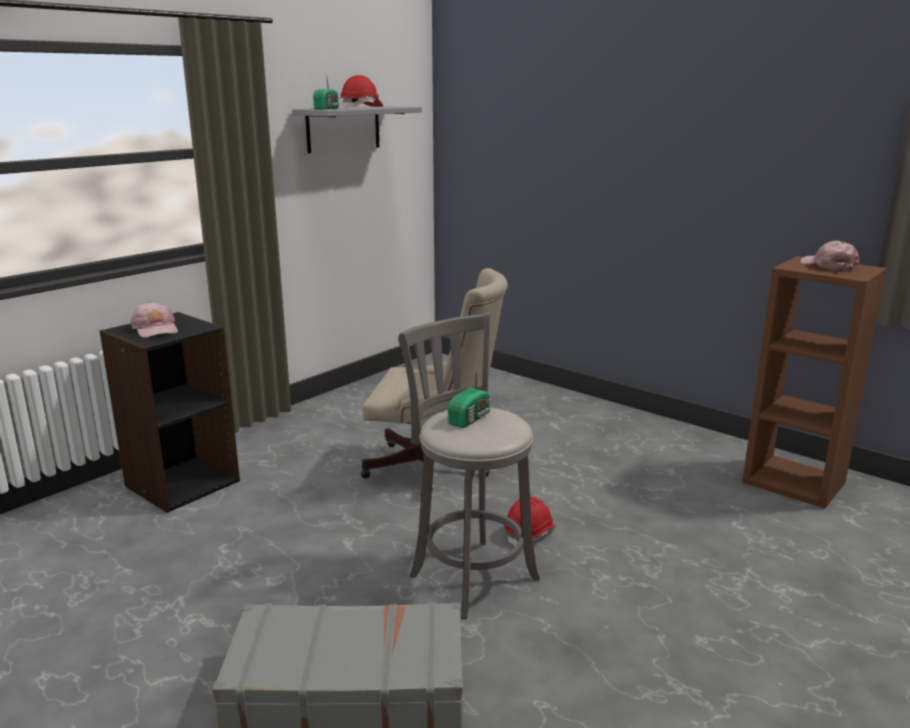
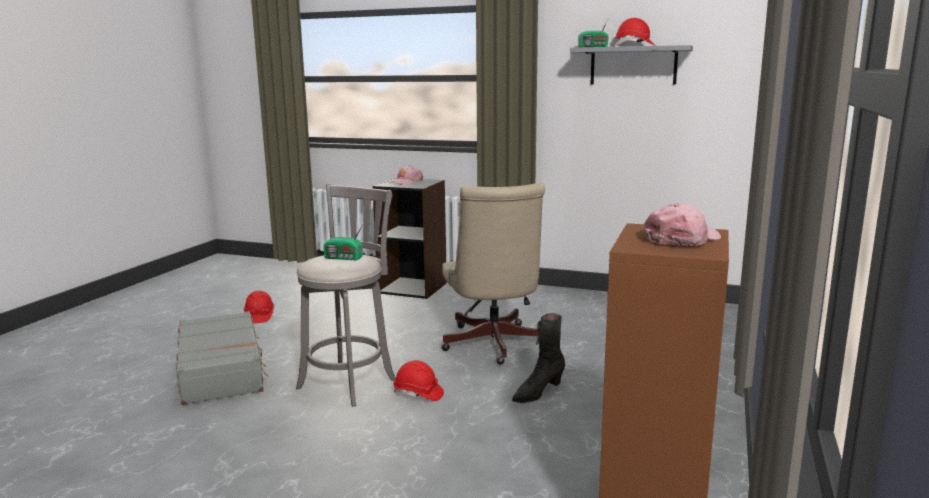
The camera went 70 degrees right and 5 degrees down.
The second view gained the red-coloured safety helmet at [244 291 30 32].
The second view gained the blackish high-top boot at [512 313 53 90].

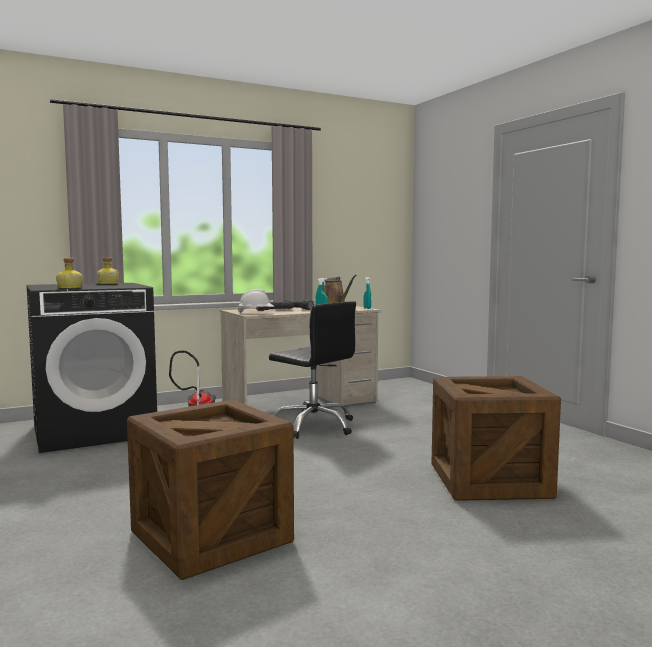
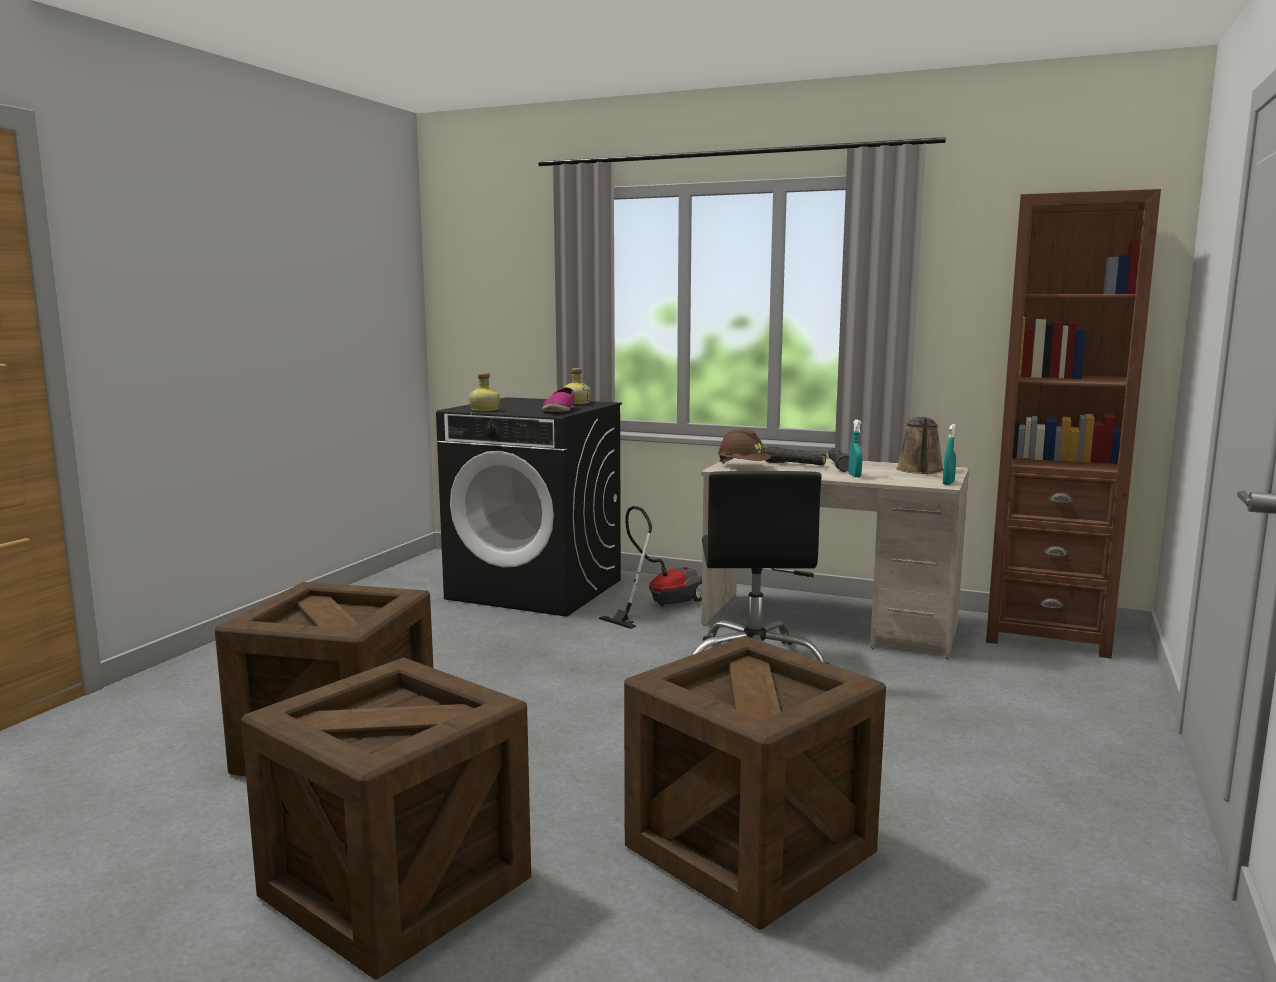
The camera went 50 degrees right and 5 degrees up.
The second view gained the packing crate at [241 657 290 323].
The second view gained the item of footwear at [542 387 32 25].
What was the whitish safety helmet at [238 289 36 24] turned into the brown safety helmet at [718 429 53 35].
The second view gained the brown bookshelf at [986 189 175 469].

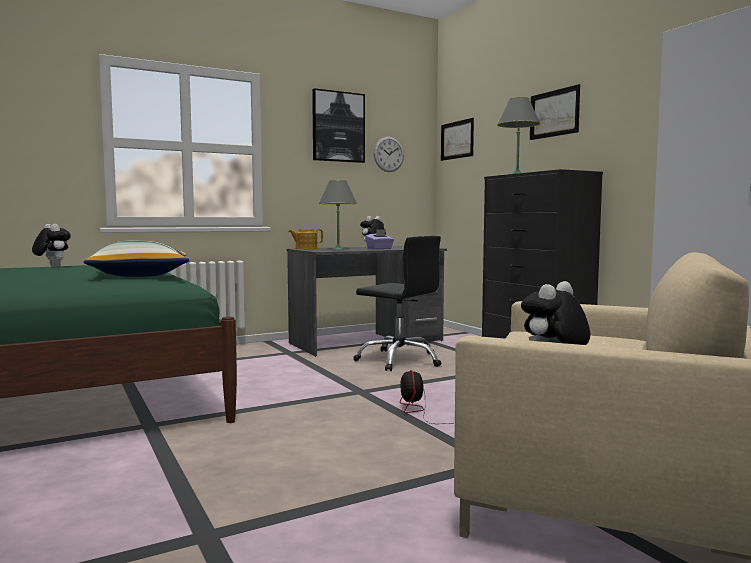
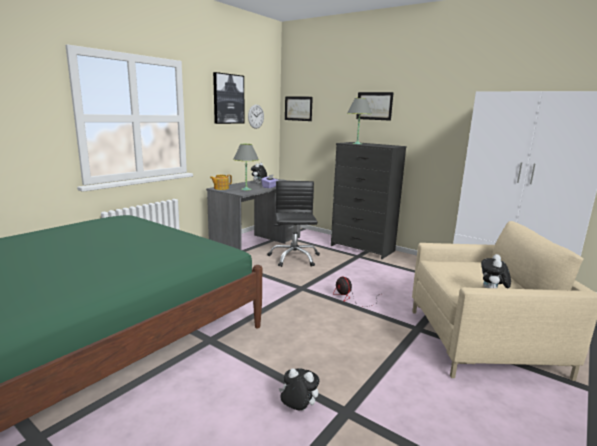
The camera went 25 degrees left and 10 degrees up.
The blackish office chair at [353 236 88 135] ended up facing another way, 105 degrees counterclockwise from before.
The soft toy ended up elsewhere, having gone from [32 224 39 43] to [279 368 41 43].
The second view lost the throw pillow at [83 241 106 36].

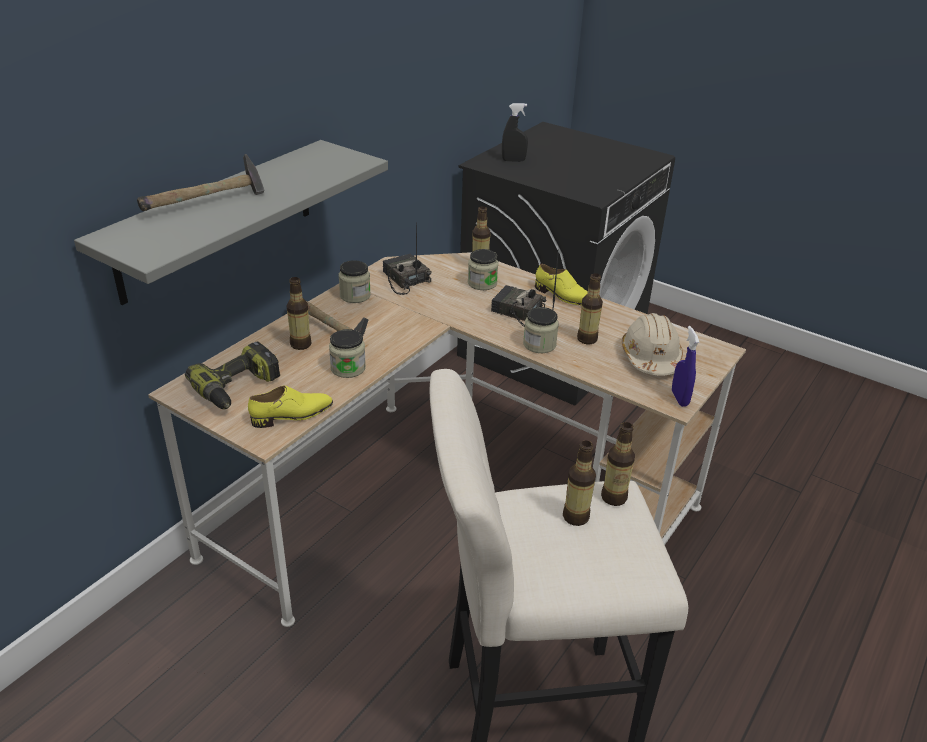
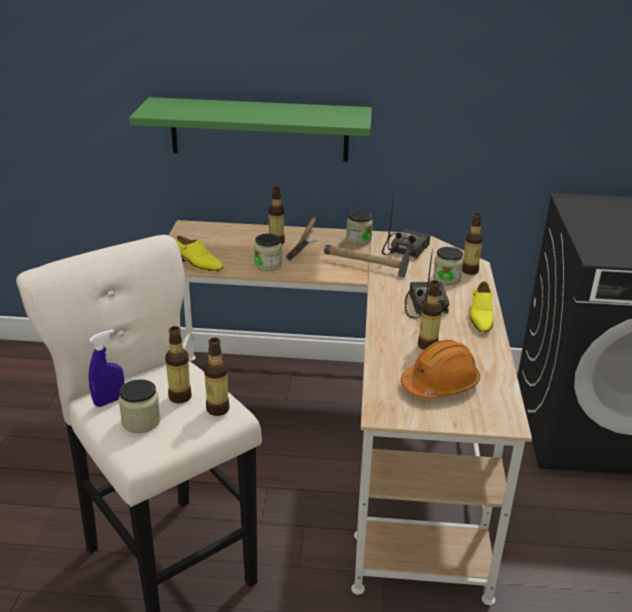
The camera went 60 degrees right and 5 degrees down.
The bluish hand sprayer ended up elsewhere, having gone from [672 326 27 81] to [89 329 36 78].
The preserve jar ended up elsewhere, having gone from [523 307 36 46] to [119 379 41 54].
What was the grey bracket shelf at [74 140 314 165] turned into the green-coloured bracket shelf at [129 97 243 65].
The tool hammer ended up elsewhere, having gone from [137 154 128 57] to [324 245 85 33].
What was the beige safety helmet at [622 313 61 63] turned into the orange safety helmet at [401 340 79 58].
The second view lost the power drill at [185 341 95 68].
The second view lost the blackish hand sprayer at [502 103 26 59].

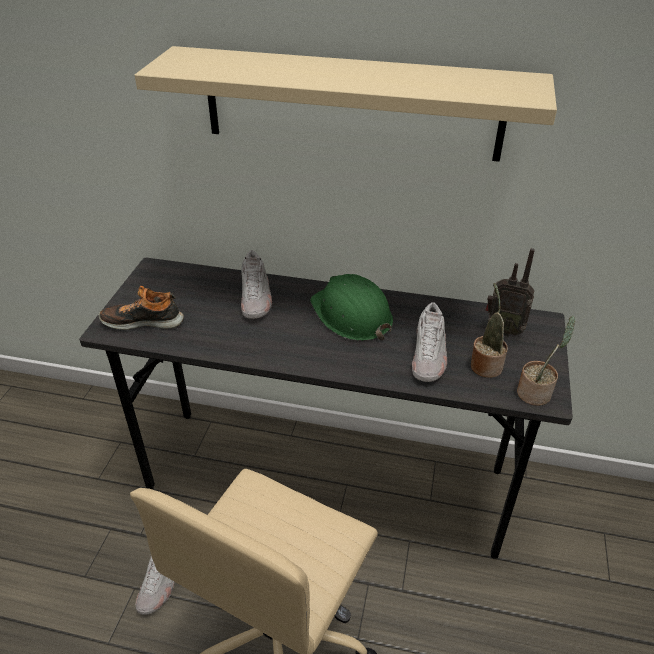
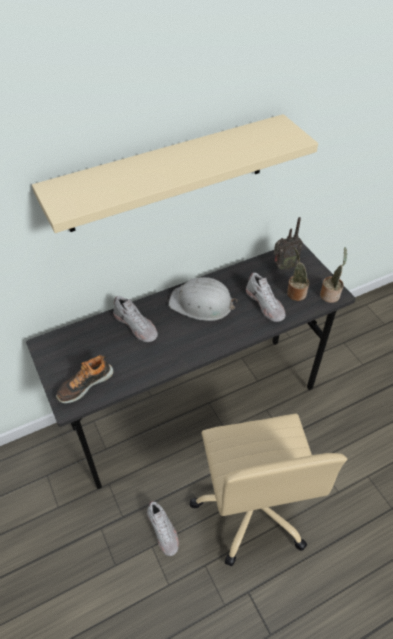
The camera went 40 degrees left and 10 degrees up.
What was the green-coloured safety helmet at [310 274 83 67] turned into the whitish safety helmet at [169 277 69 44].

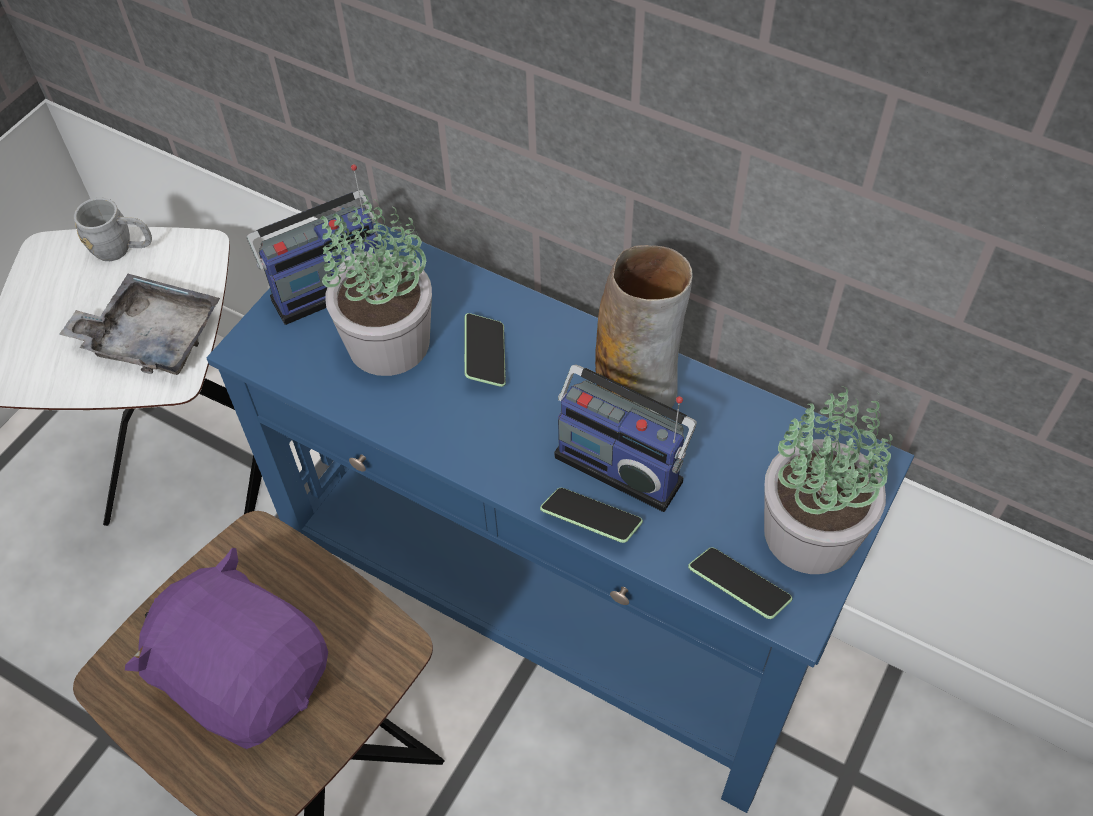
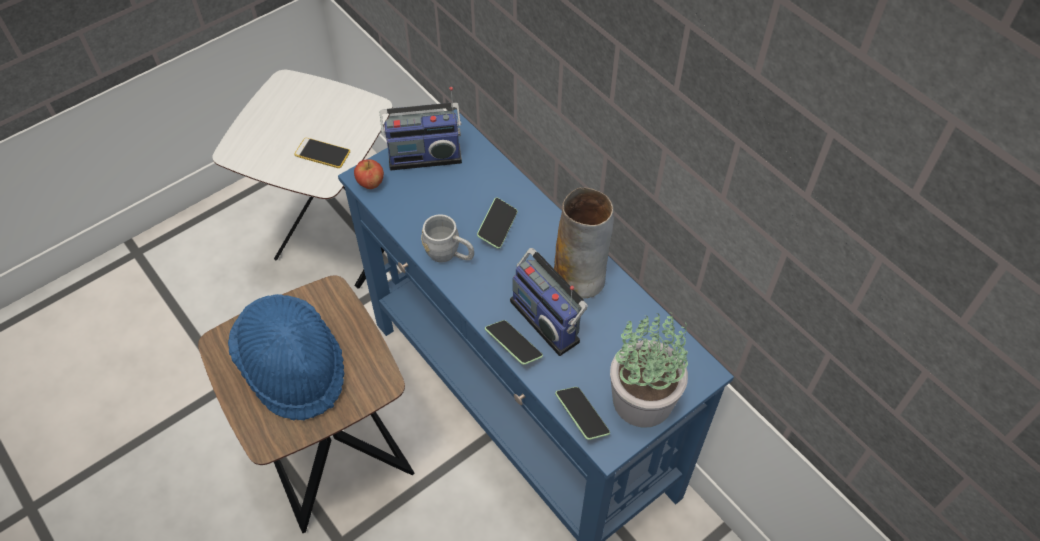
The camera went 20 degrees right and 0 degrees up.
Where the purplish soft toy stood at [125 548 203 201], the bluish wearable hat came to stand at [228 294 116 126].
Where the grey tray stood at [59 274 161 101], the phone came to stand at [294 138 56 30].
The second view gained the whole apple at [354 159 30 30].
The grey coffee mug ended up elsewhere, having gone from [74 198 78 63] to [421 214 53 48].
The second view lost the plant in a pot at [320 195 112 181].

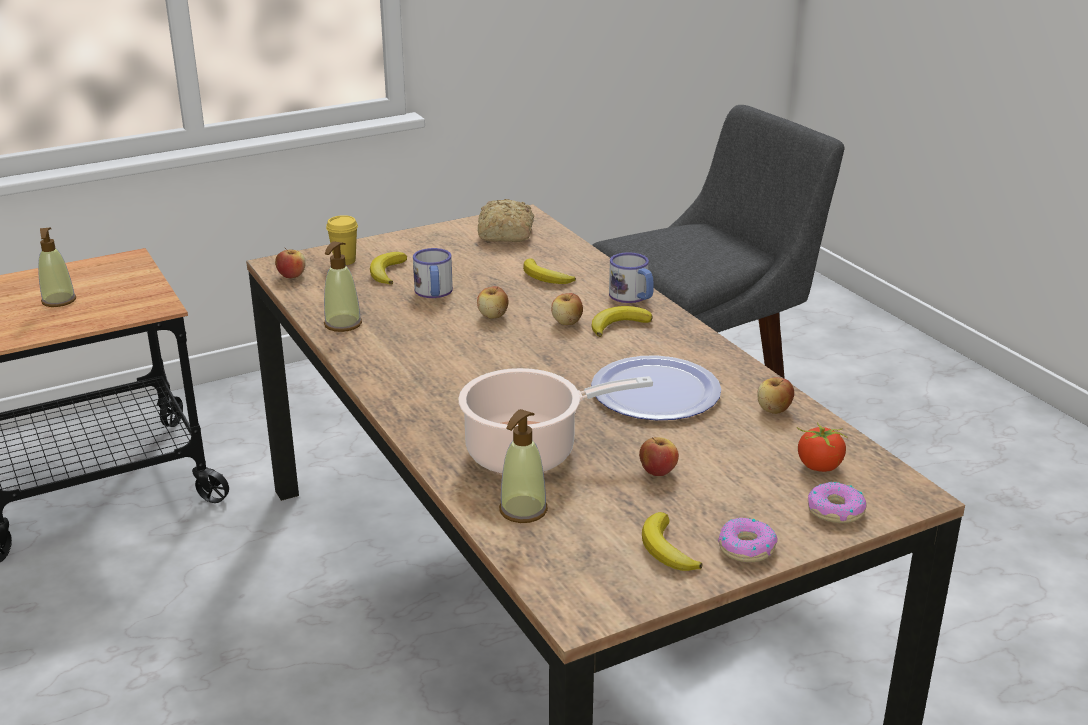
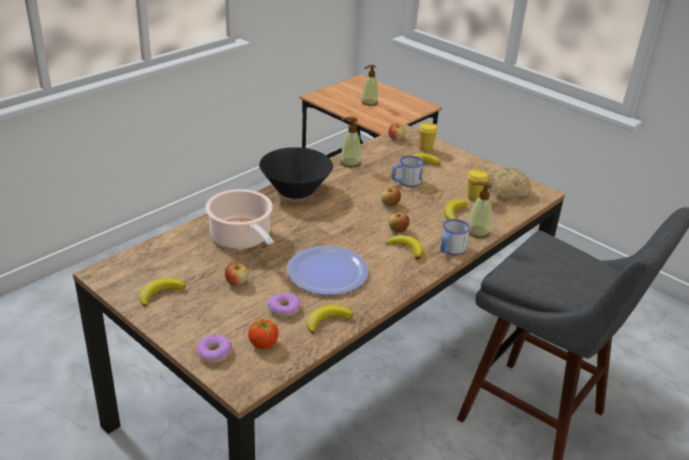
The camera went 70 degrees right and 5 degrees up.
The second view gained the blackish serving bowl at [259 147 74 52].
The donut ended up elsewhere, having gone from [718 518 59 44] to [267 293 33 24].
Where the whole apple stood at [757 377 37 37], the whole banana came to stand at [307 305 46 29].
The second view gained the yellow-coloured cup at [468 169 20 33].
The soap dispenser ended up elsewhere, having gone from [499 409 49 114] to [468 182 24 56].

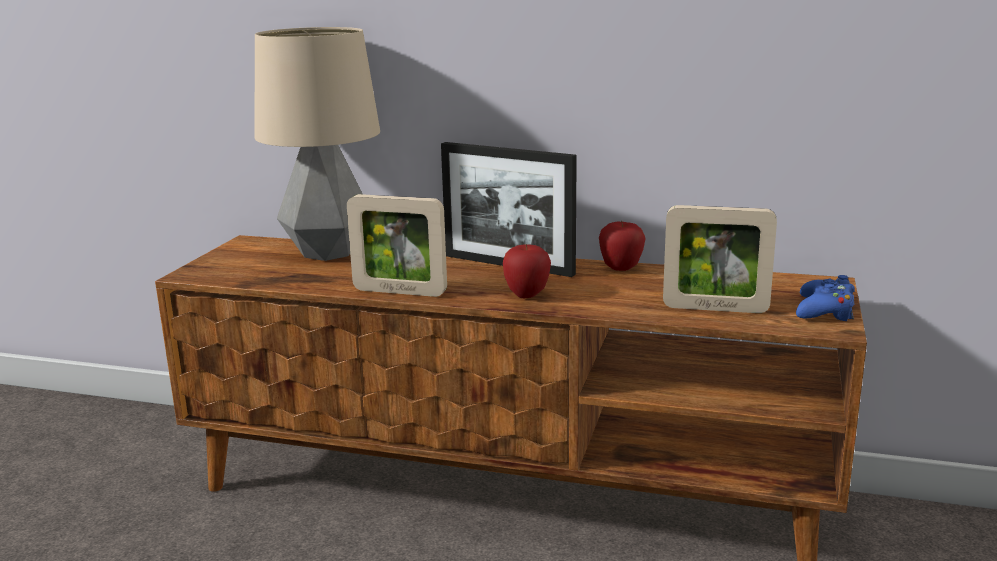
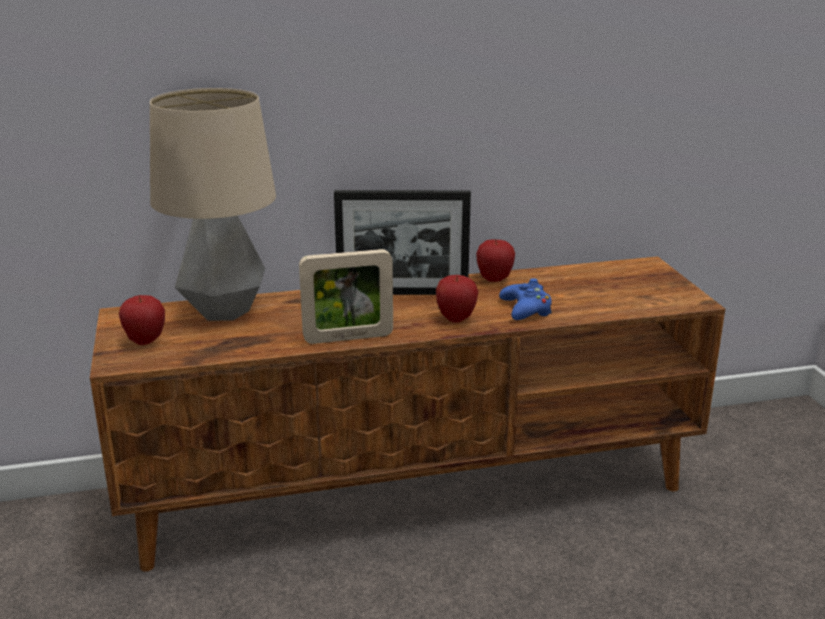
The camera went 30 degrees left and 5 degrees up.
The second view gained the whole apple at [119 295 46 50].
The bluish game controller ended up elsewhere, having gone from [796 275 59 46] to [499 278 53 42].
The second view lost the standing frame at [663 205 114 108].

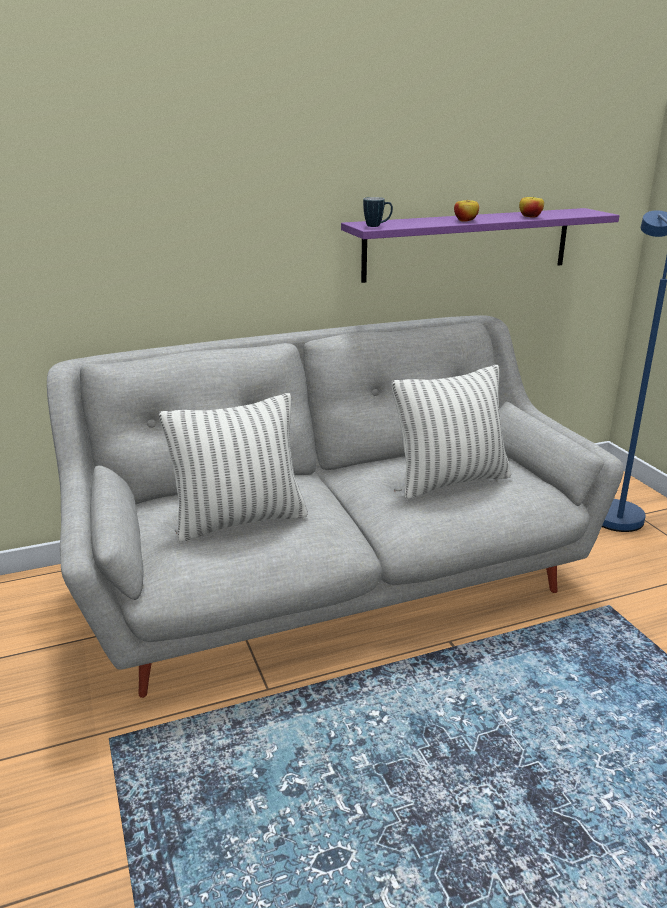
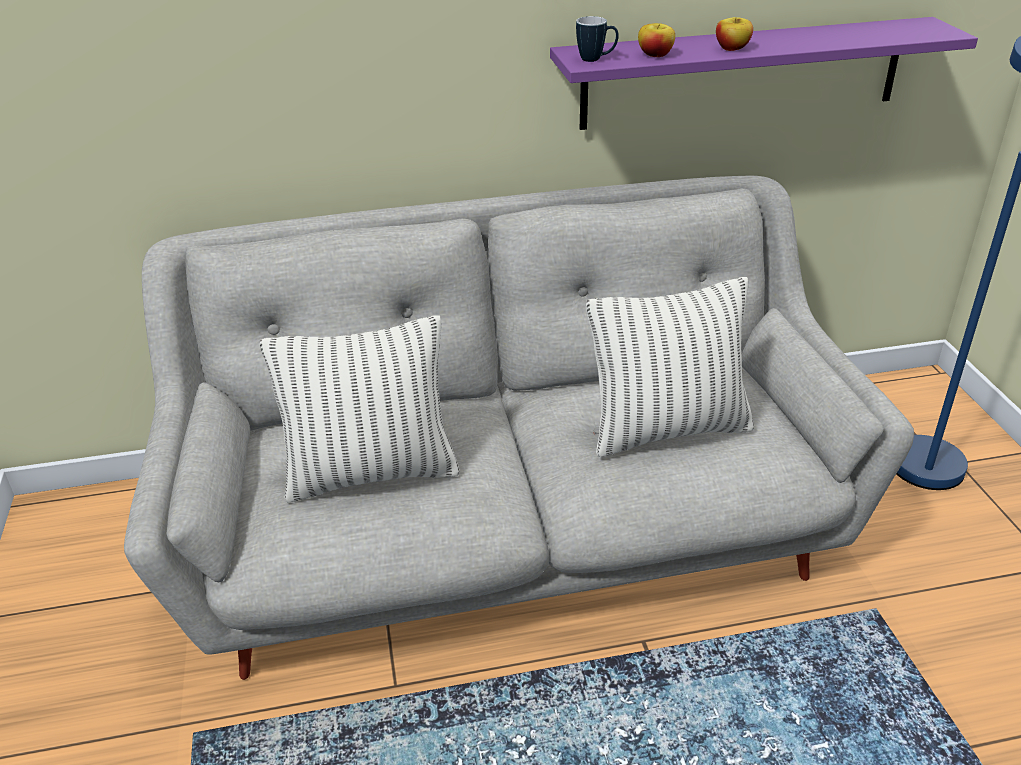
The camera went 10 degrees right and 10 degrees up.
The whole apple ended up elsewhere, having gone from [519 196 25 22] to [638 23 37 34].

